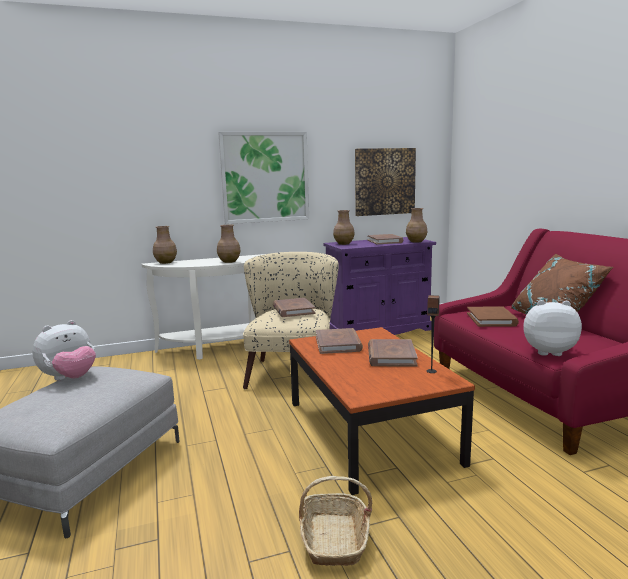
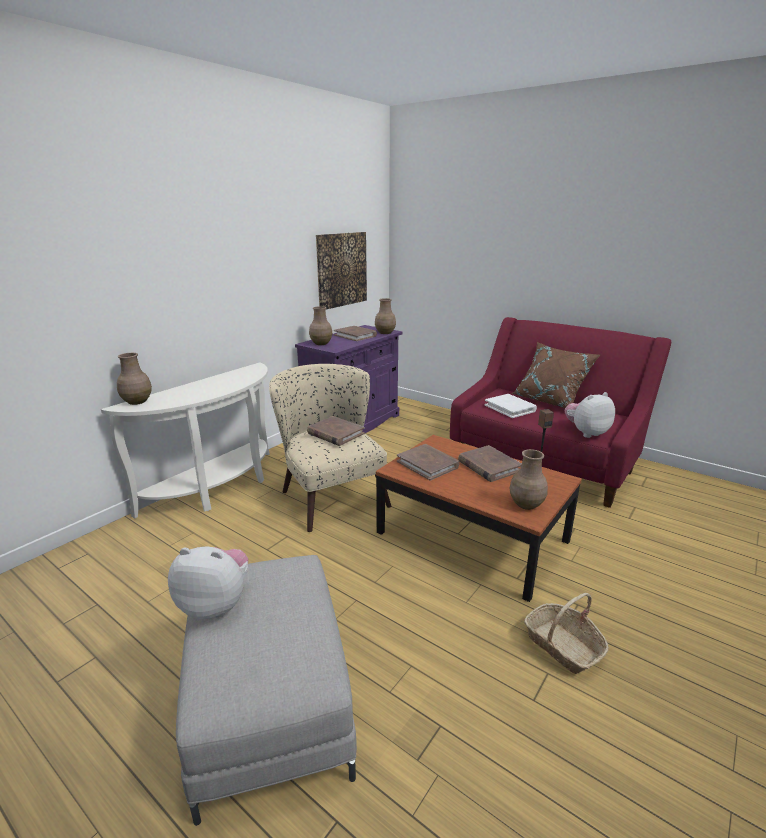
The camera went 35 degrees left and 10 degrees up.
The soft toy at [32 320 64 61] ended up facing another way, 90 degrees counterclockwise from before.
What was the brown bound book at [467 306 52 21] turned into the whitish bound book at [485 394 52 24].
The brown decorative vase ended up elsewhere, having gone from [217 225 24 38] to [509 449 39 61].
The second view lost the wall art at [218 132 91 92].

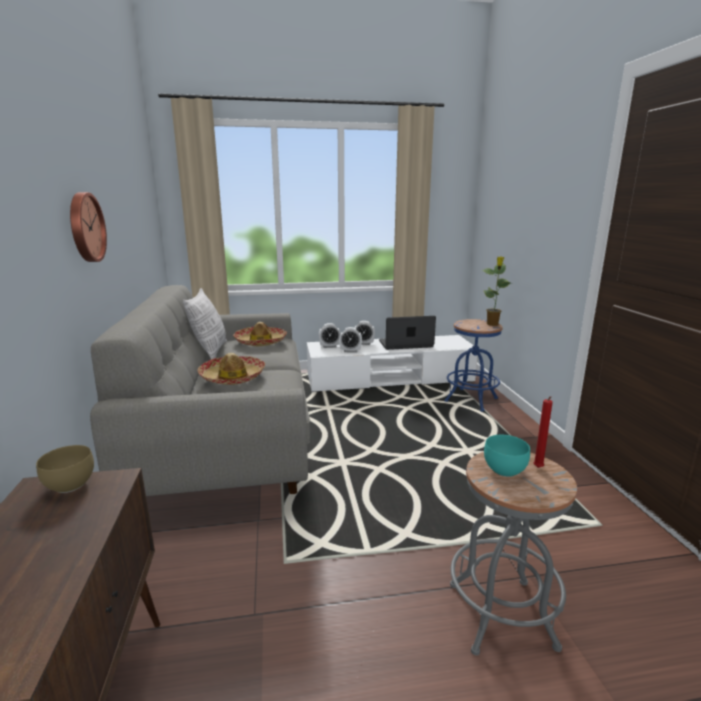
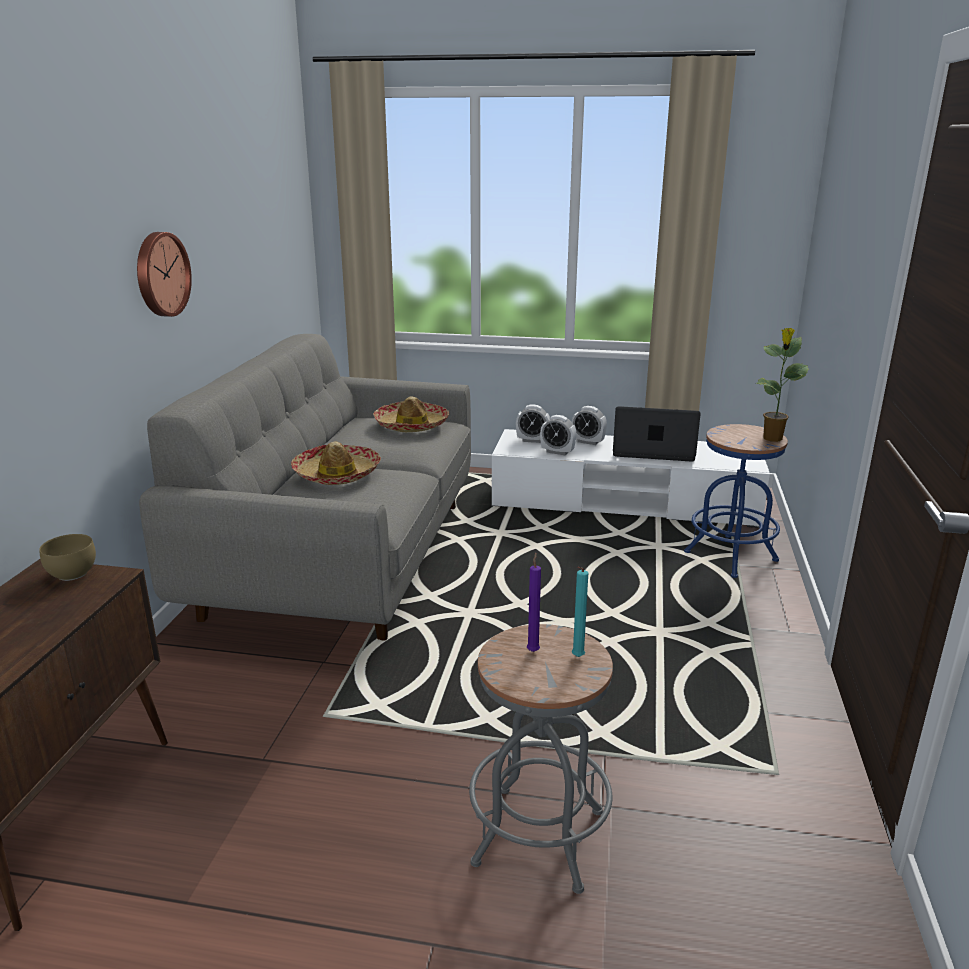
The camera went 20 degrees right and 5 degrees up.
Where the turquoise serving bowl stood at [484 435 46 42], the purplish wax light came to stand at [527 553 14 99].
What was the red-coloured wax light at [534 396 19 72] turned into the turquoise wax light at [572 567 16 90].
The second view lost the throw pillow at [183 288 44 71].

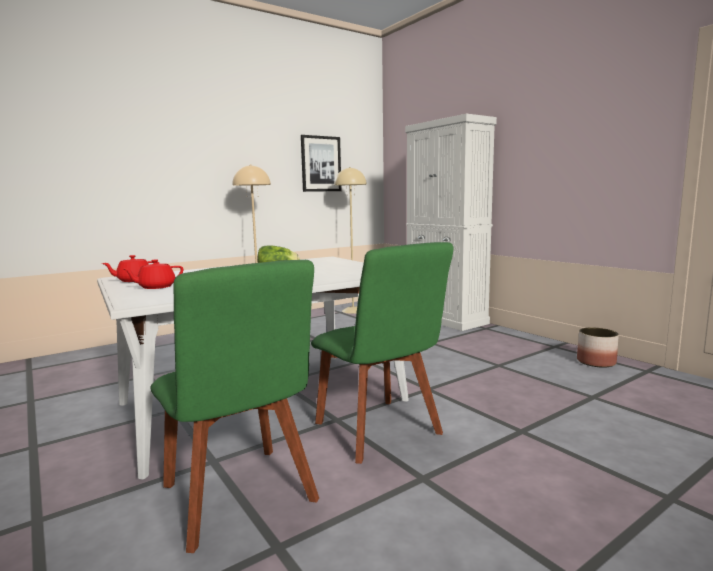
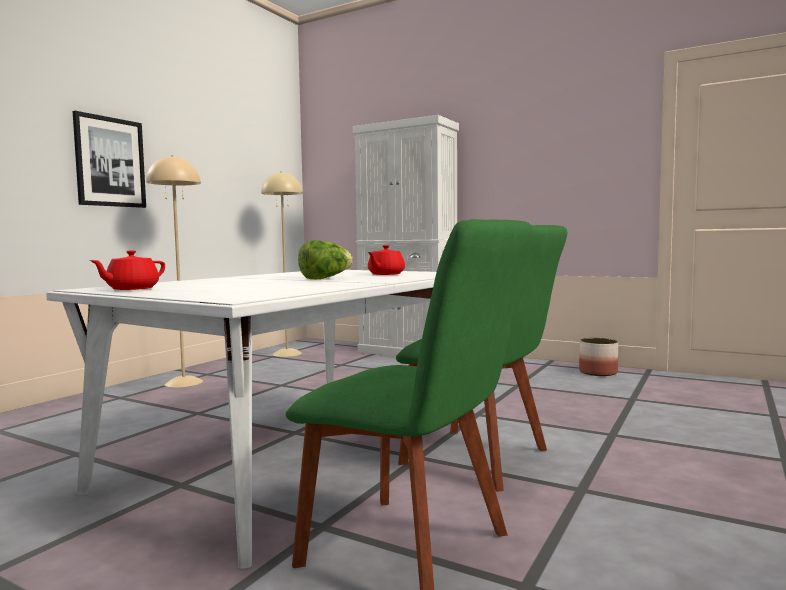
The camera went 25 degrees left and 5 degrees down.
The wall art ended up elsewhere, having gone from [301 135 40 57] to [73 111 73 97].
The red-coloured teapot ended up elsewhere, having gone from [122 259 61 30] to [368 245 37 30].

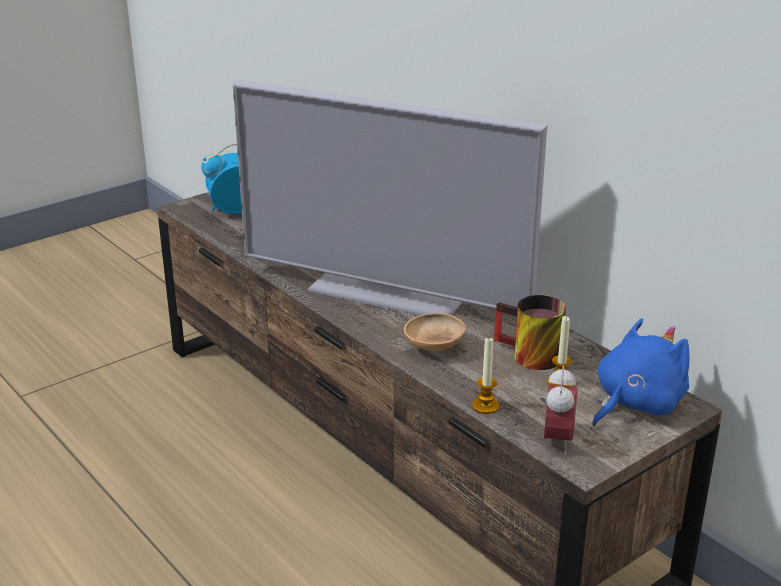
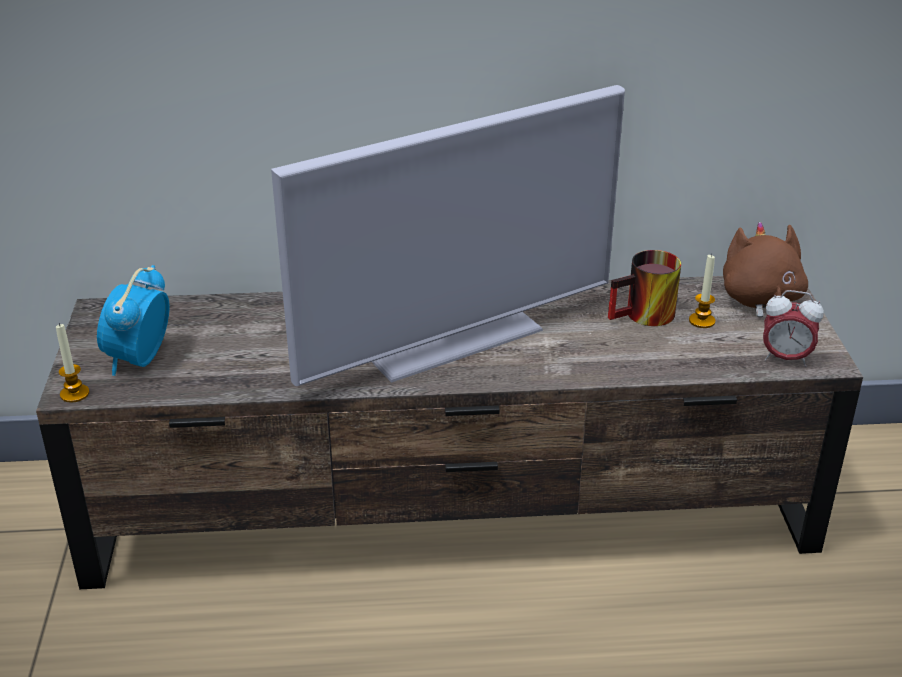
The camera went 55 degrees left and 5 degrees up.
The wax light ended up elsewhere, having gone from [472 338 27 76] to [56 323 34 80].
What was the bluish soft toy at [592 318 97 108] turned into the brown soft toy at [723 222 85 95].
The alarm clock at [544 366 34 88] ended up facing another way, 150 degrees clockwise from before.
The second view lost the brown serving bowl at [404 313 62 38].

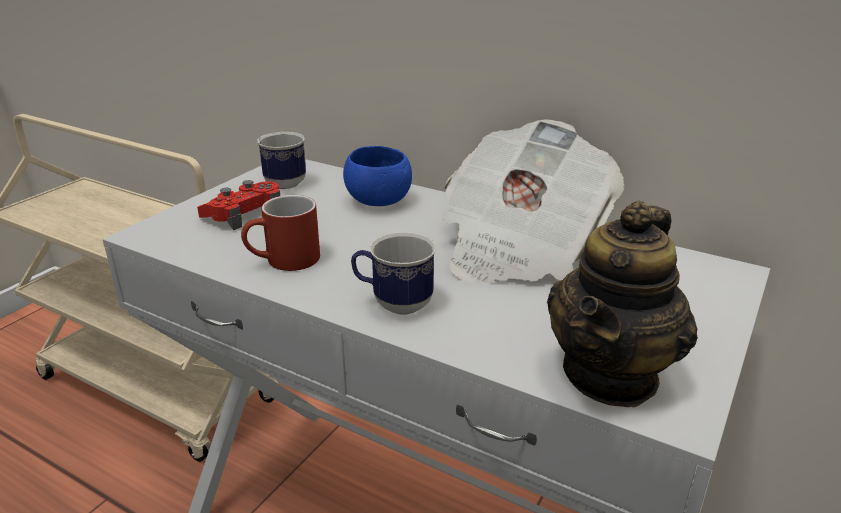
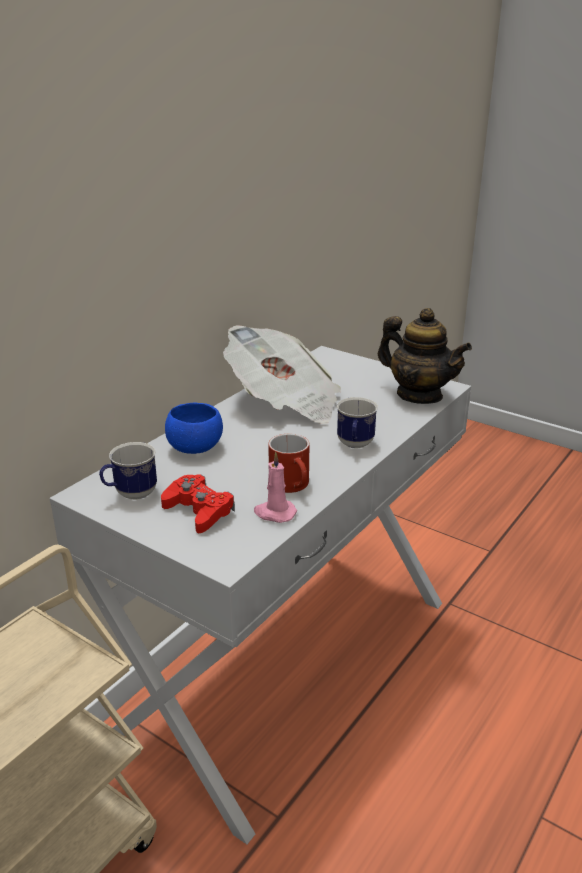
The camera went 85 degrees left and 0 degrees up.
The second view gained the pink-coloured wax light at [254 452 43 71].

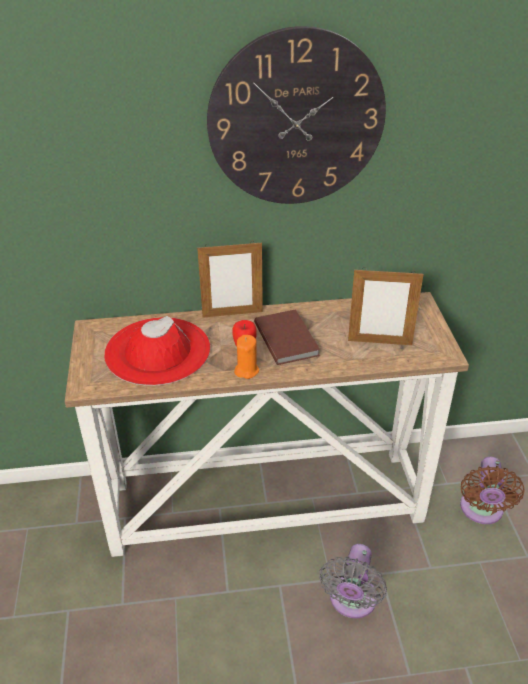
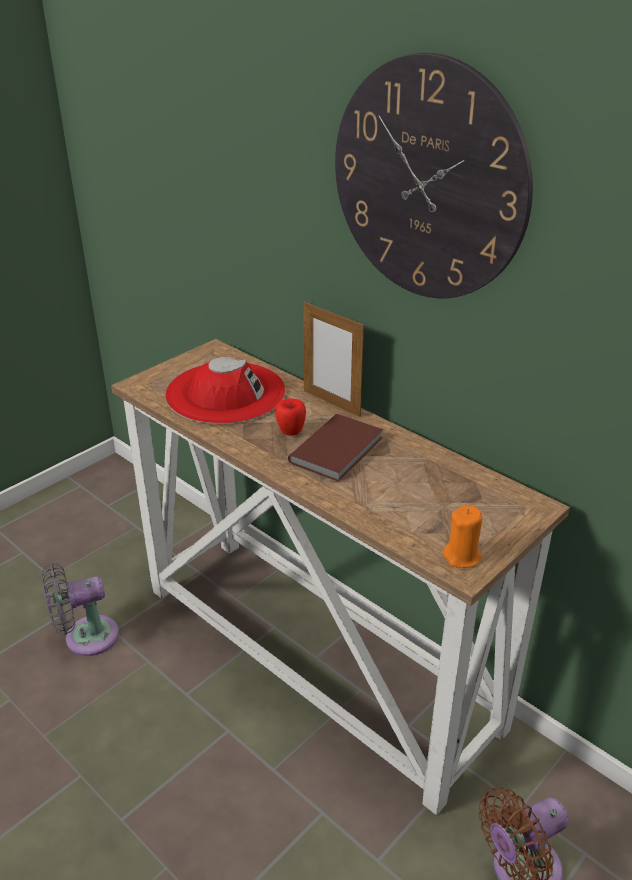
The camera went 50 degrees right and 5 degrees down.
The grey cooling fan ended up elsewhere, having gone from [319 544 68 74] to [42 563 77 93].
The orange wax light ended up elsewhere, having gone from [234 335 25 44] to [443 506 39 62].
The second view lost the standing frame at [348 267 76 78].

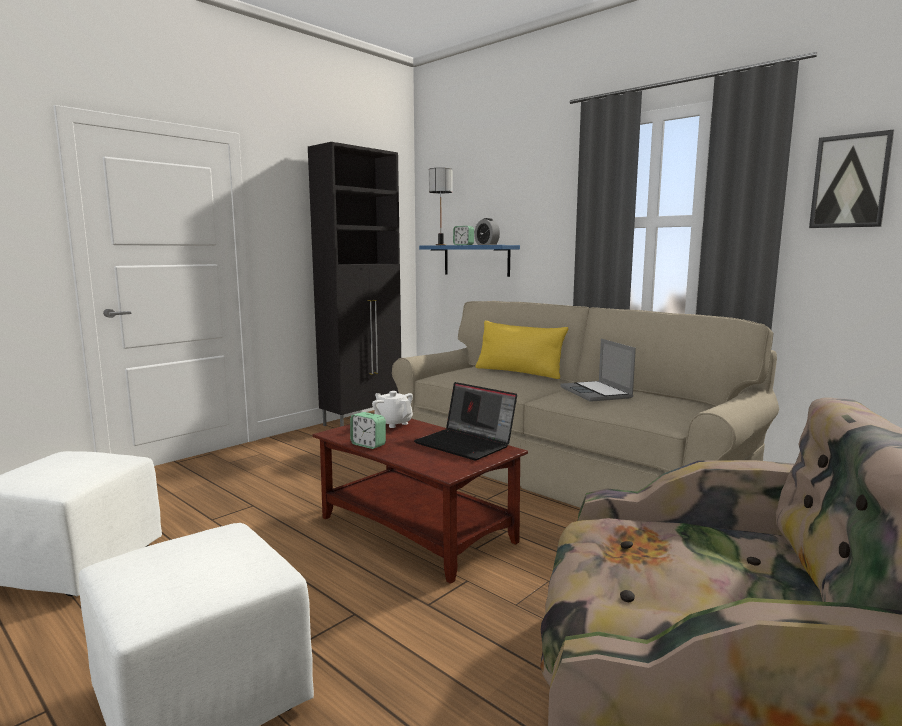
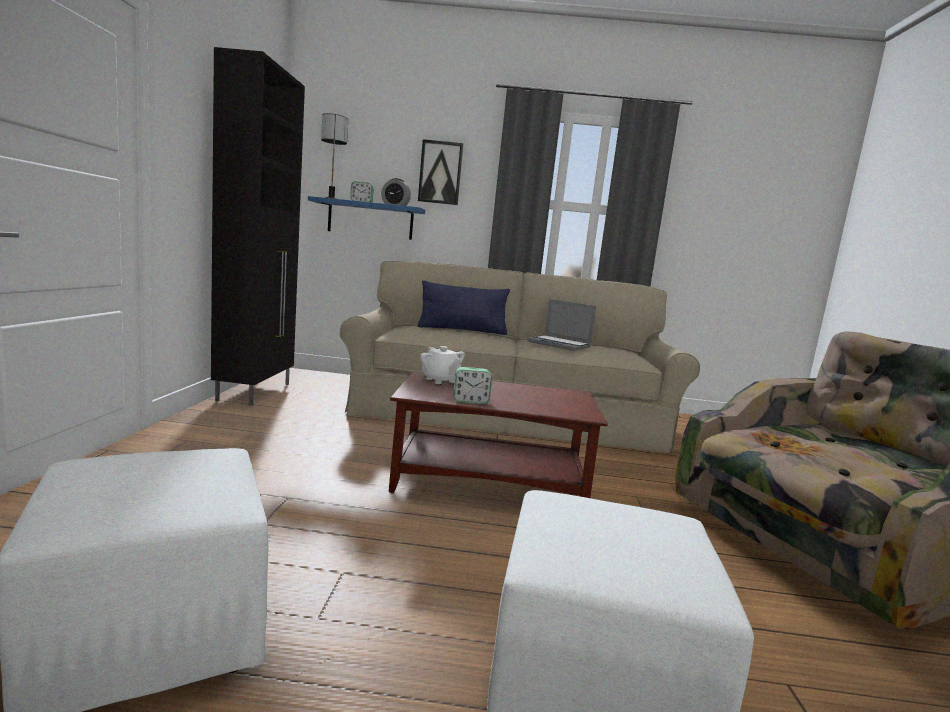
The camera went 40 degrees left and 0 degrees up.
The wall art ended up elsewhere, having gone from [809 130 85 98] to [418 139 45 66].
What was the yellow-coloured throw pillow at [476 321 92 58] turned into the bluish throw pillow at [418 280 92 55].
The whitish teapot at [372 391 41 37] ended up facing another way, 135 degrees counterclockwise from before.
The second view lost the portable computer at [414 382 103 78].

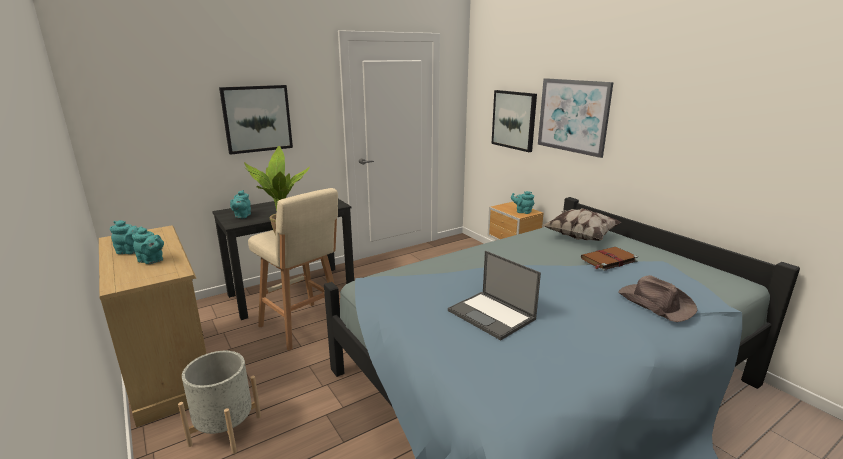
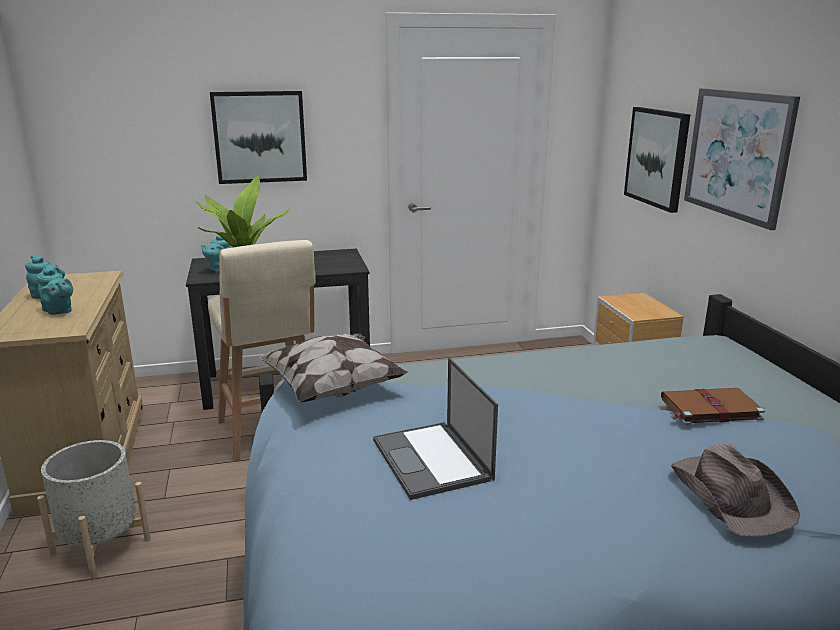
The camera went 20 degrees right and 0 degrees up.
The throw pillow ended up elsewhere, having gone from [542 208 79 33] to [258 333 151 69].
The second view lost the turquoise teapot at [511 191 23 23].

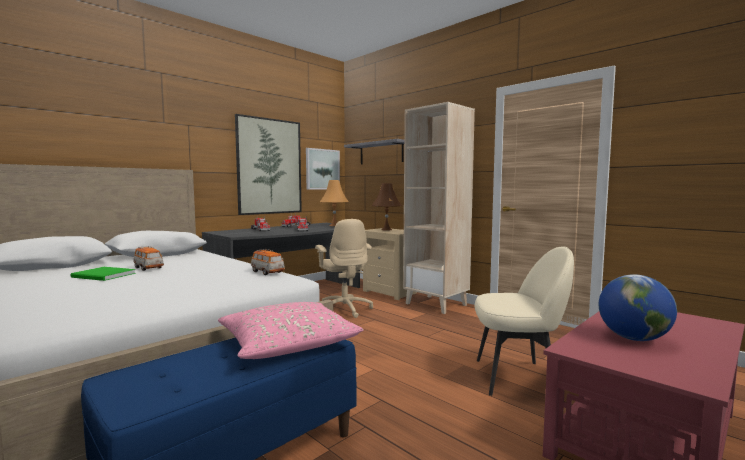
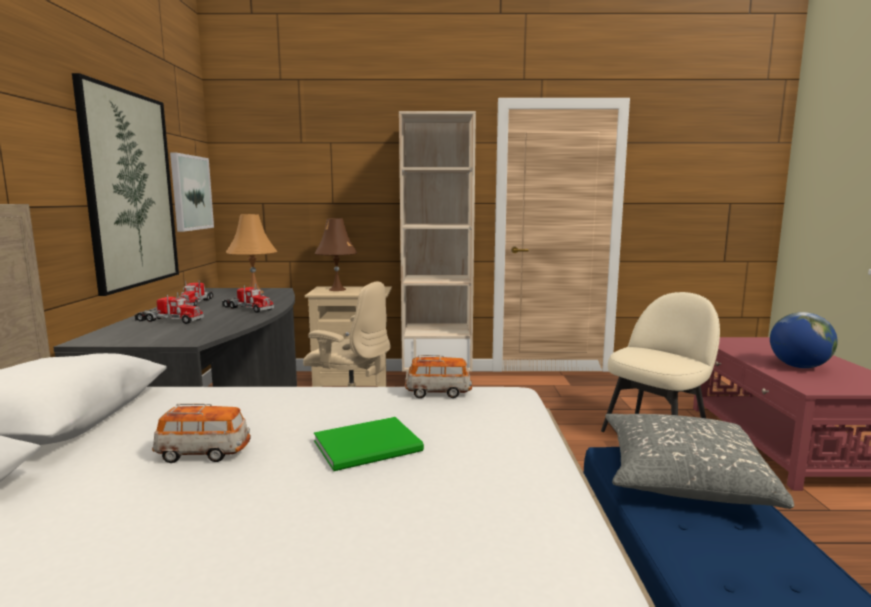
The camera went 45 degrees left and 5 degrees up.
The green-coloured bound book ended up elsewhere, having gone from [70 267 66 14] to [314 417 110 54].
What was the pink-coloured throw pillow at [218 302 146 57] turned into the grey throw pillow at [605 414 189 95].
The second view lost the grey bracket shelf at [344 139 60 26].

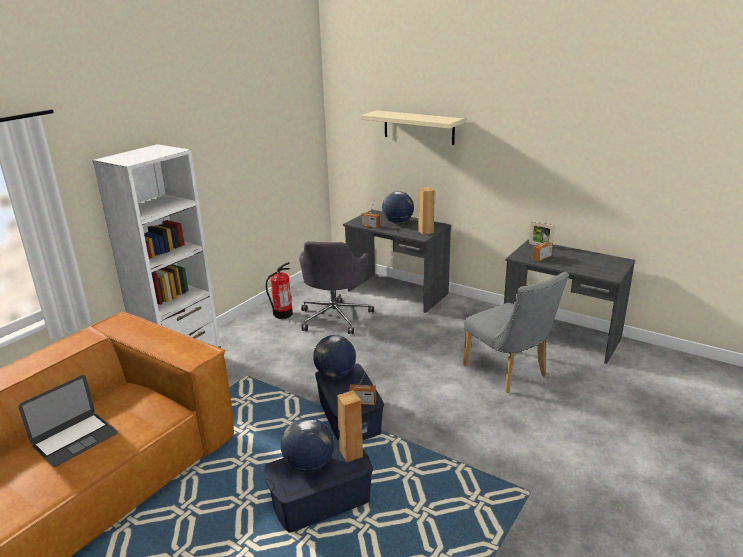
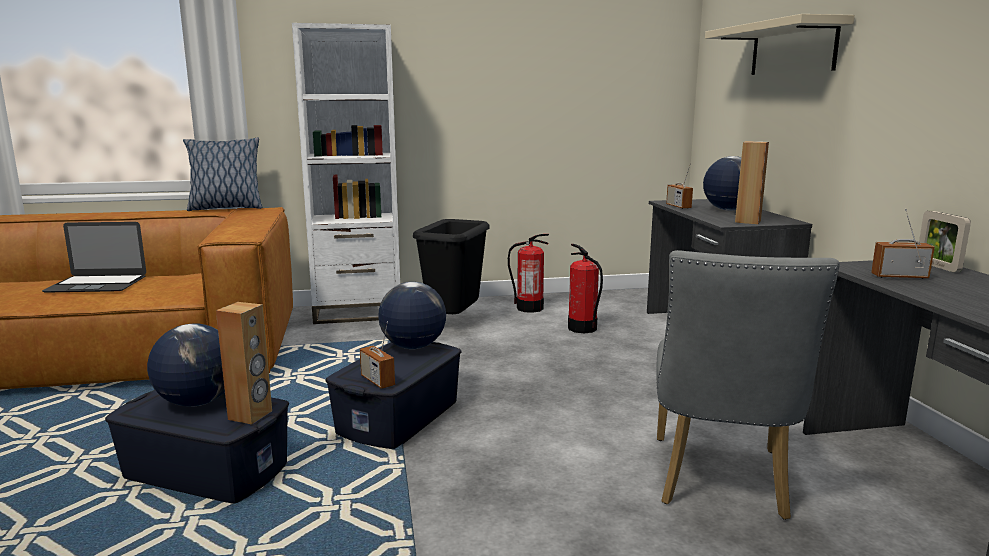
The camera went 45 degrees right and 10 degrees down.
The second view gained the throw pillow at [183 137 79 74].
The second view gained the blackish waste bin at [413 219 77 95].
Where the grey office chair stood at [299 241 75 93], the extinguisher came to stand at [568 244 35 89].

